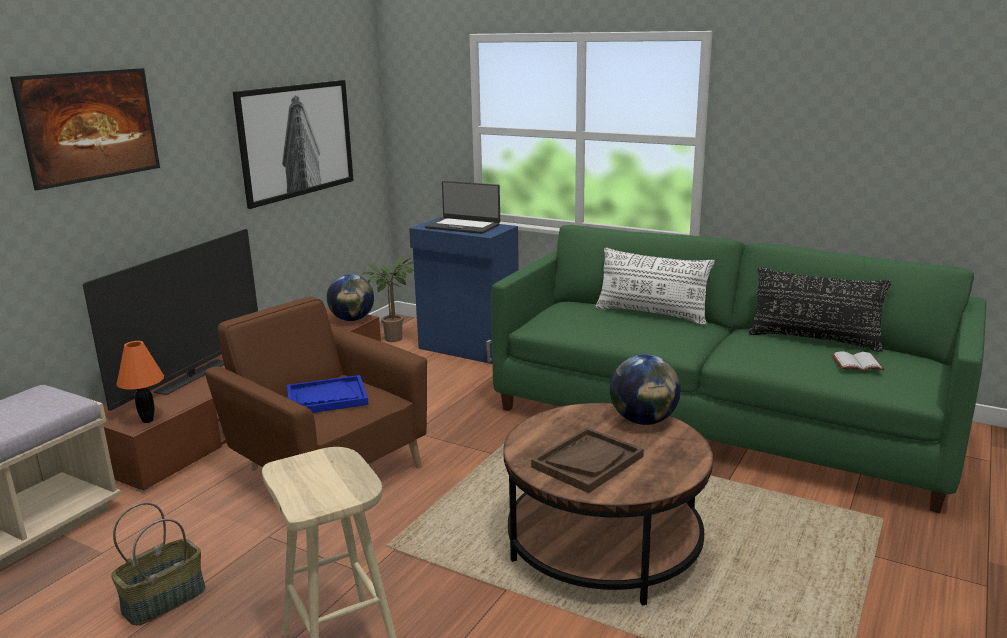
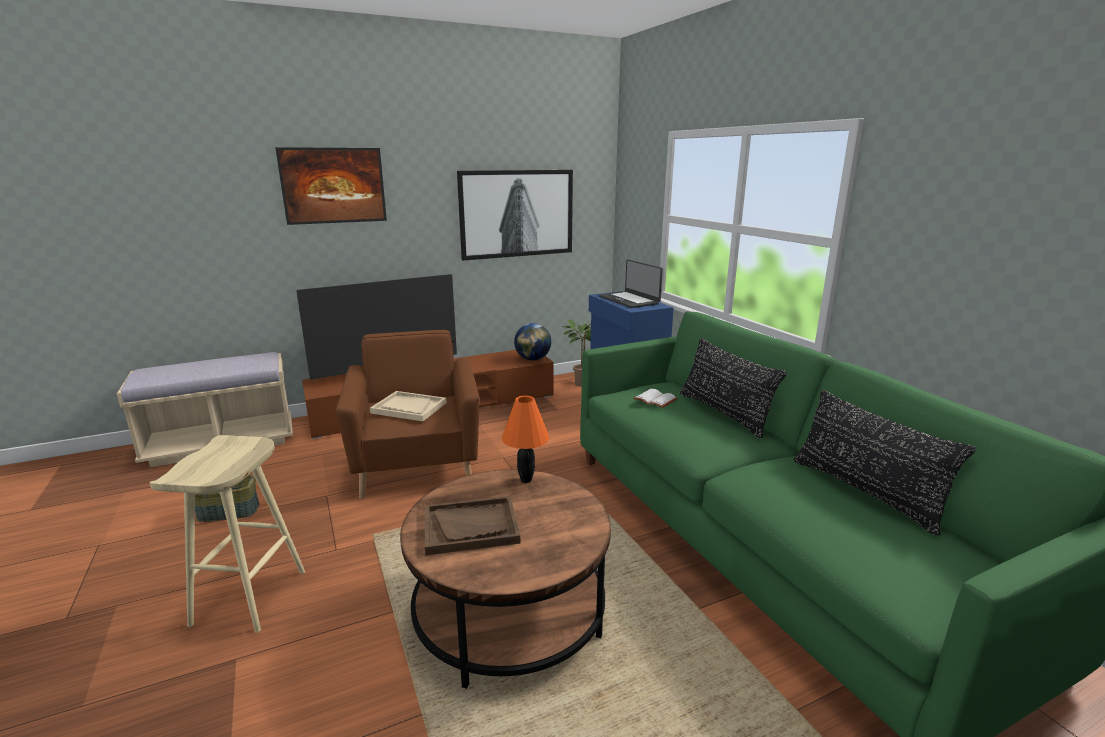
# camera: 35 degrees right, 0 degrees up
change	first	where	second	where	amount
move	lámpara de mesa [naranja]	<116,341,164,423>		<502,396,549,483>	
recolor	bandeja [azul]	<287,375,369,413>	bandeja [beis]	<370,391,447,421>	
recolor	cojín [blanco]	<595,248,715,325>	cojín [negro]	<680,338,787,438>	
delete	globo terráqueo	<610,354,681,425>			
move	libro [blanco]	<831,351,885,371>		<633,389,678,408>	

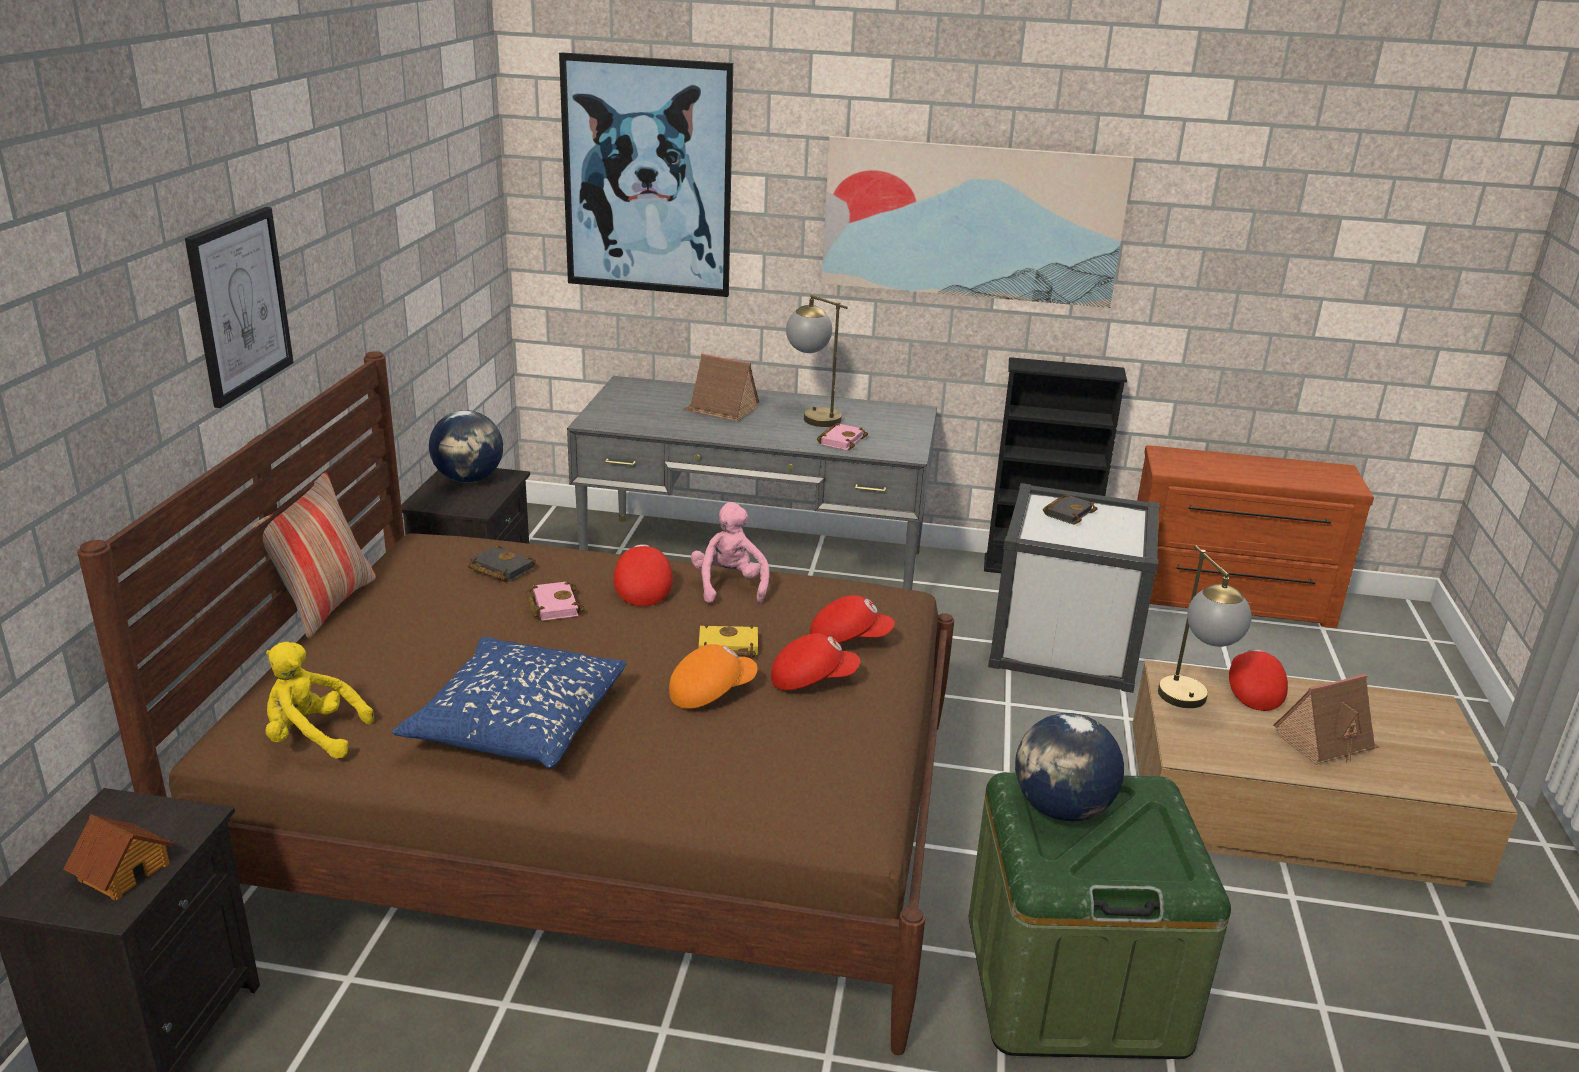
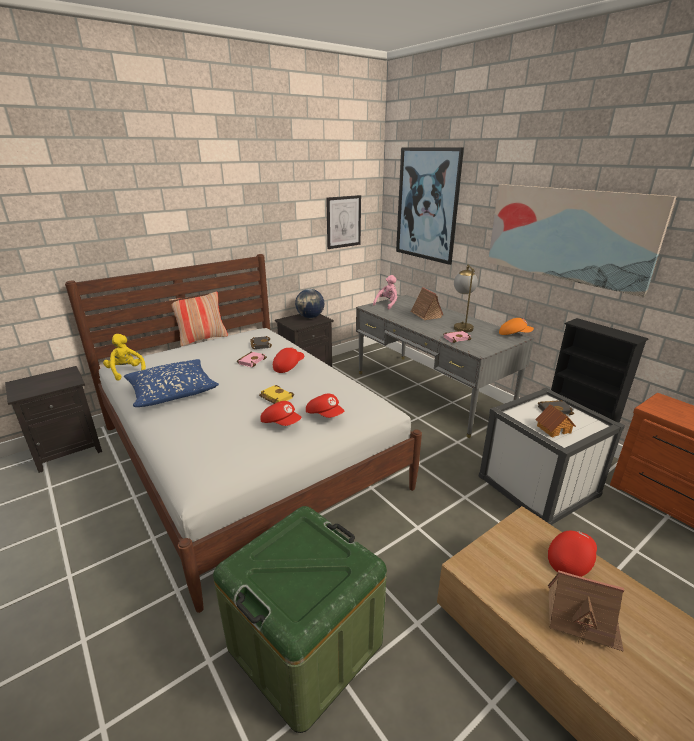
# camera: 45 degrees right, 0 degrees up
change	first	where	second	where	amount
move	casita	<64,814,174,900>		<535,404,576,438>	
recolor	cama [marrón]	<77,351,954,1055>	cama [blanco]	<65,254,422,613>	
move	cuadro	<185,207,294,408>		<326,195,361,249>	
move	gorra [naranja]	<669,644,758,709>		<499,318,534,335>	
move	peluche [rosa]	<691,502,770,603>		<373,275,397,309>	
delete	globo terráqueo	<1015,713,1124,821>			
delete	lámpara de mesa	<1158,545,1252,708>			

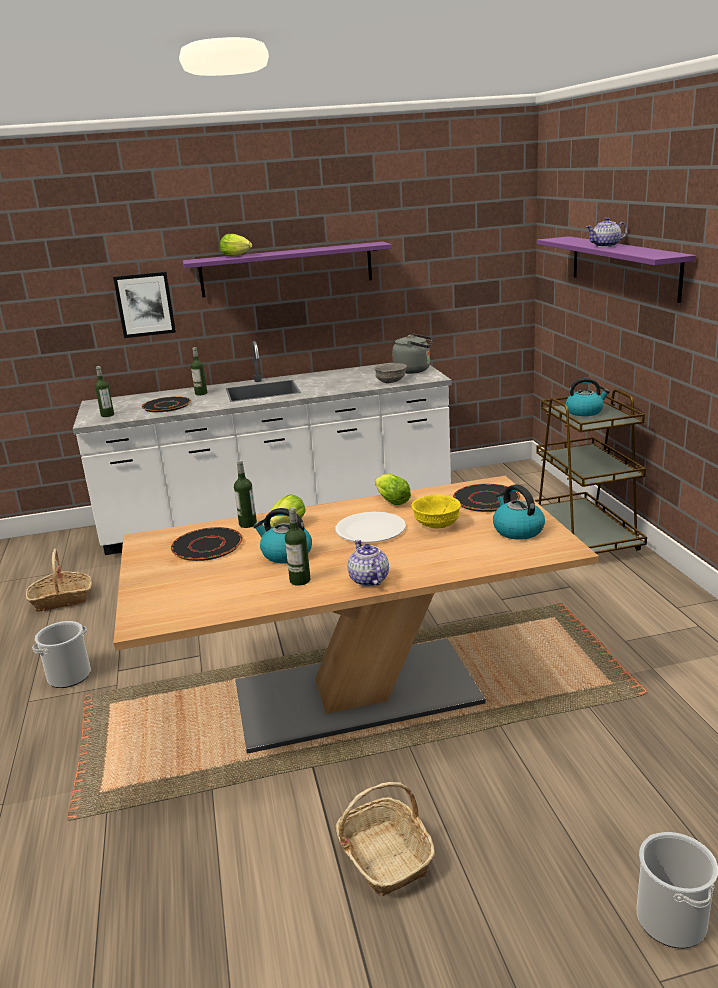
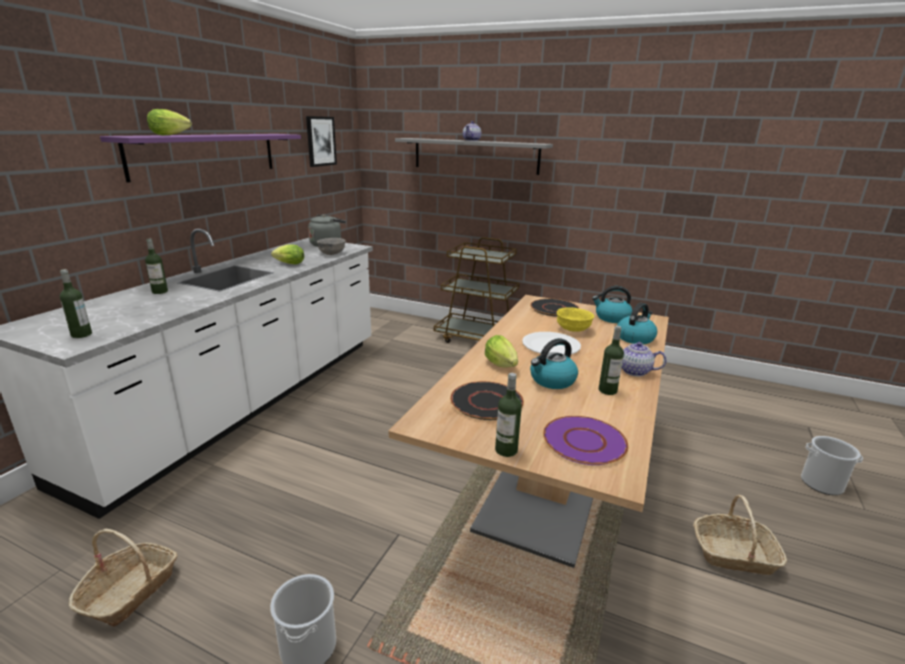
# camera: 55 degrees left, 0 degrees up
change	first	where	second	where	amount
move	cuadro	<113,272,176,338>		<306,116,337,167>	
delete	plato [negro]	<142,396,191,412>			
move	botella	<234,460,257,528>		<495,373,522,457>	
move	lechuga	<375,474,411,505>		<271,244,304,264>	
recolor	estante [morado]	<537,236,696,303>	estante [gris]	<395,138,553,175>	
move	hervidor	<566,378,610,416>		<617,303,657,344>	
insert			plato [morado]	<543,416,628,465>	

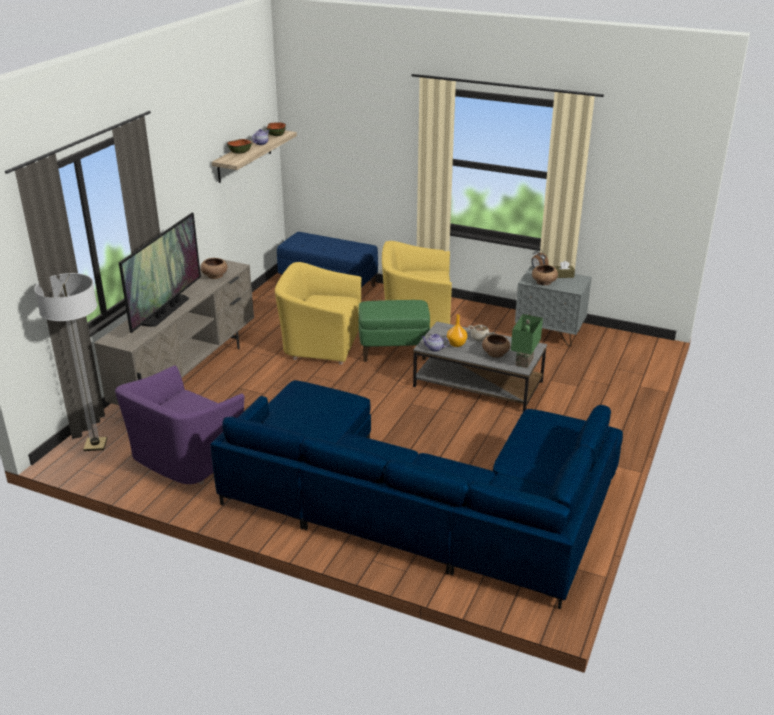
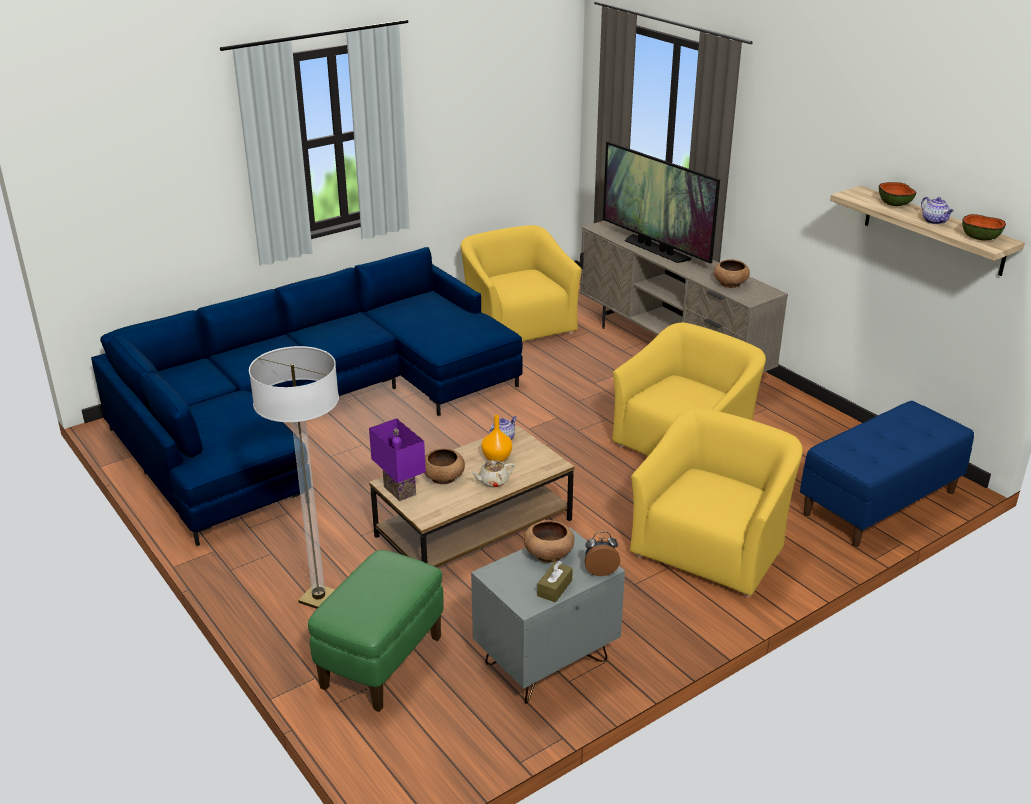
# camera: 120 degrees right, 0 degrees up
change	first	where	second	where	amount
move	lámpara de pie	<34,273,107,451>		<249,346,339,609>	
recolor	sillón [morado]	<115,366,245,484>	sillón [amarillo]	<461,225,582,341>	
move	puf [verde]	<359,300,430,362>		<308,550,444,712>	
recolor	mesa de centro [gris]	<413,322,547,412>	mesa de centro [marrón]	<369,425,575,567>	
recolor	lámpara de mesa [verde]	<511,314,543,368>	lámpara de mesa [morado]	<369,418,426,501>	

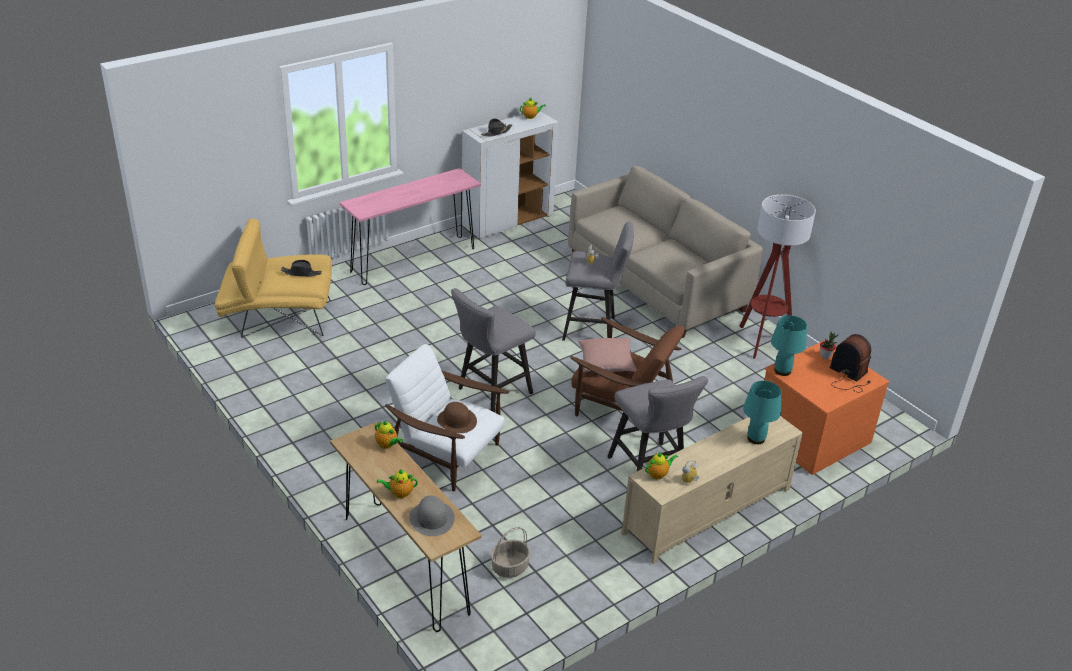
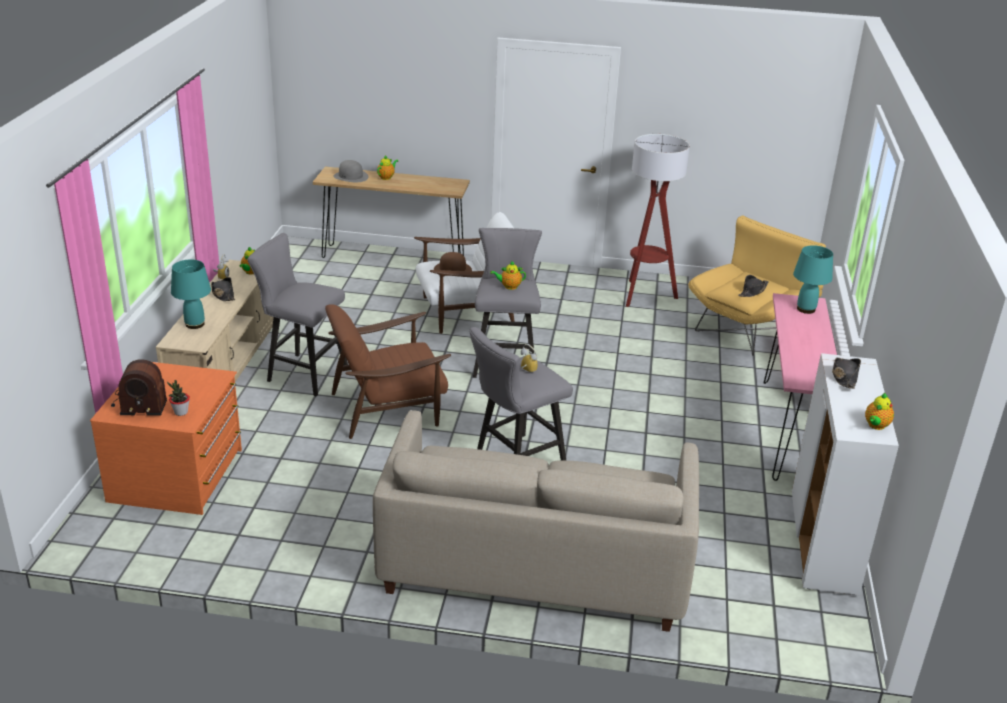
# camera: 135 degrees right, 5 degrees down
change	first	where	second	where	amount
move	tetera	<375,421,403,449>		<490,261,526,290>	
delete	cesta	<491,527,531,578>			
delete	cojín [rosa]	<578,338,637,372>			
move	lámpara de pie	<739,194,816,359>		<626,134,690,307>	
move	lámpara de mesa [turquesa]	<771,315,807,376>		<793,245,833,314>	
insert			sombrero [negro]	<211,277,235,301>	

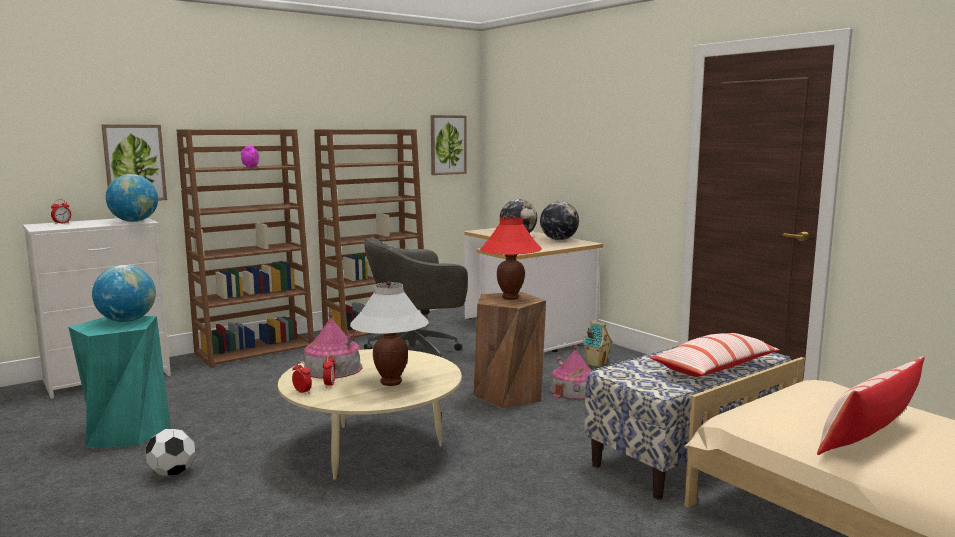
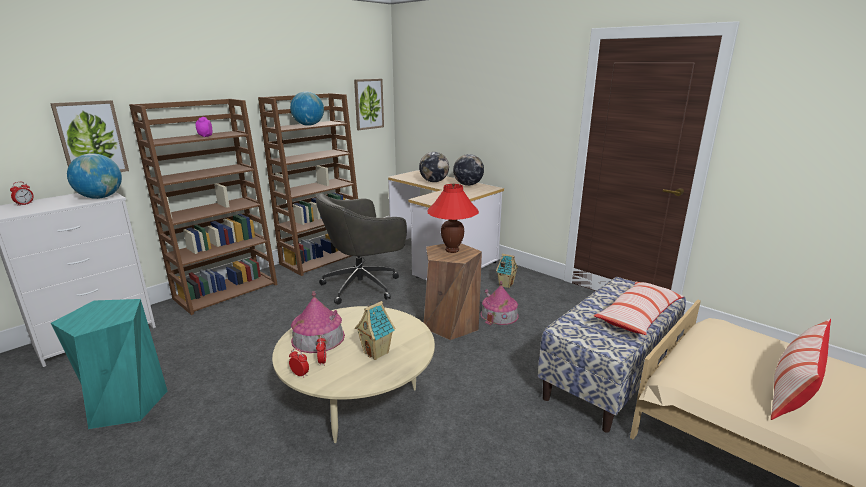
# camera: 10 degrees left, 10 degrees up
change	first	where	second	where	amount
move	globo terráqueo	<92,265,156,322>		<290,92,324,126>	
delete	balón de fútbol	<146,429,196,476>			
replace	lámpara de mesa [blanco]	<350,281,429,386>	casita	<355,301,395,360>	

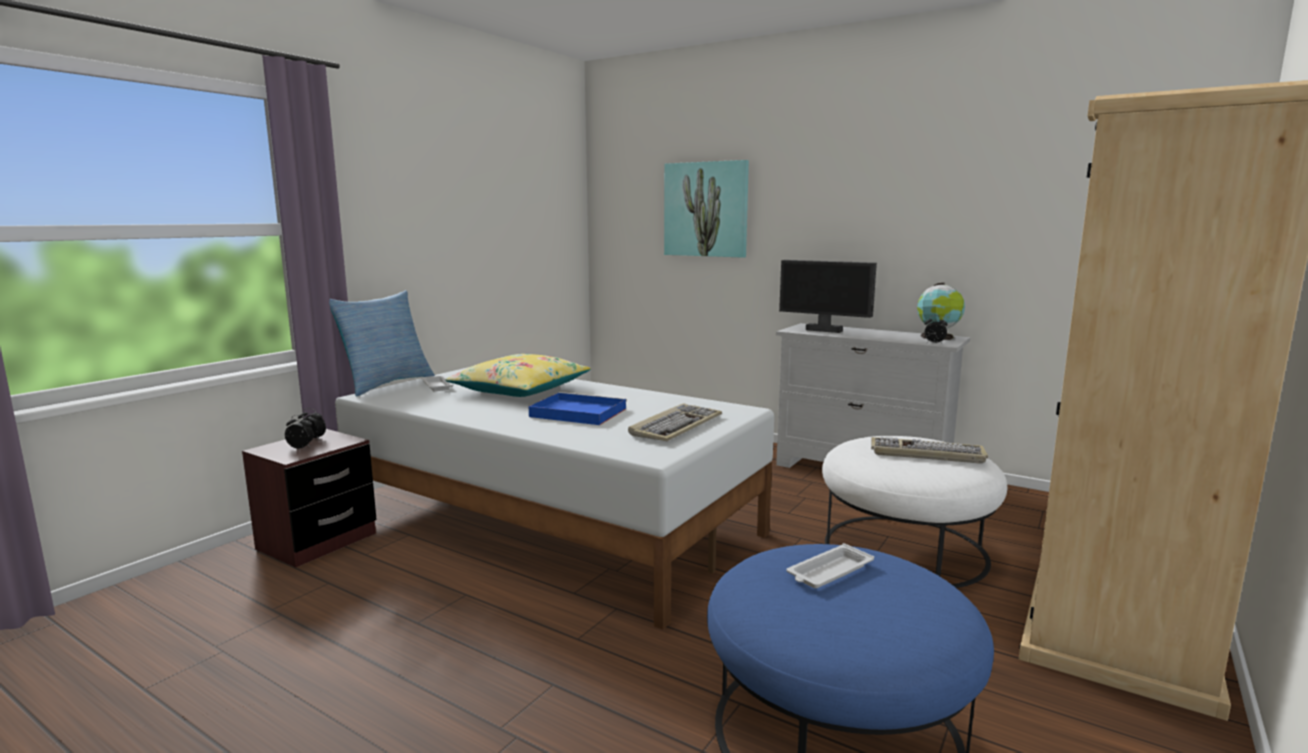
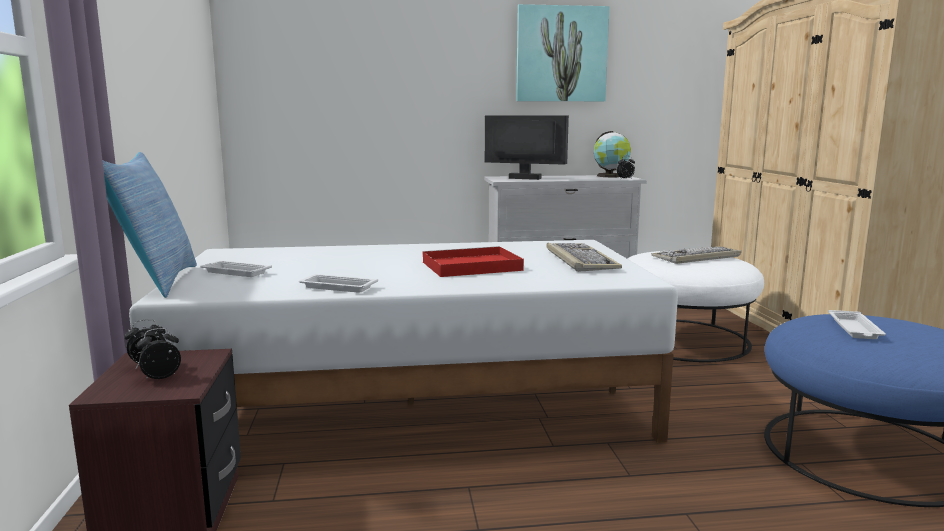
# camera: 40 degrees left, 0 degrees up
change	first	where	second	where	amount
delete	cojín [amarillo]	<445,354,591,397>			
recolor	bandeja [azul]	<529,392,627,425>	bandeja [rojo]	<422,246,524,277>	
move	cuadro	<664,160,749,258>		<516,4,610,101>	
rotate	monitor	<779,260,877,333>		<485,115,569,180>	150 degrees counterclockwise
insert			bandeja [blanco]	<299,274,378,293>	

